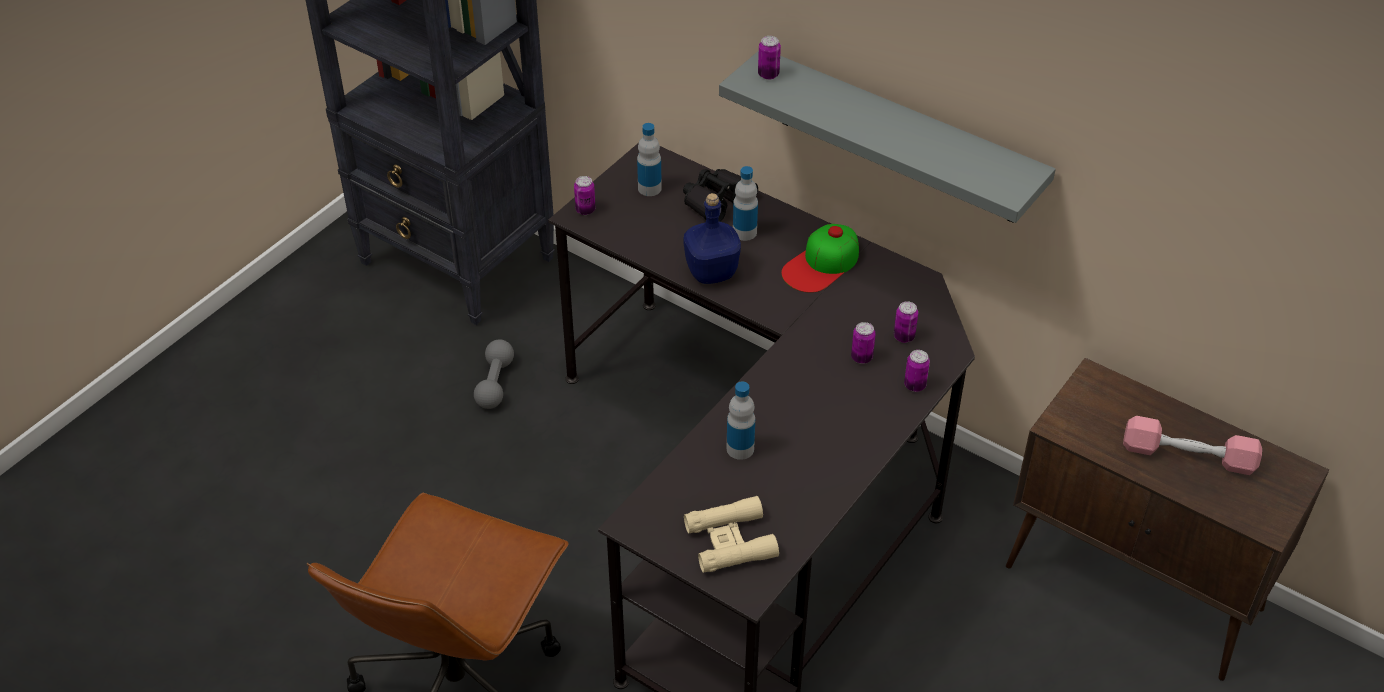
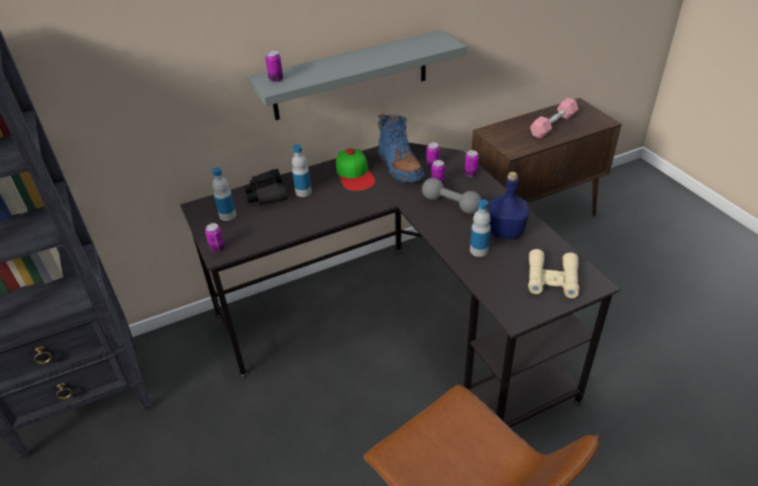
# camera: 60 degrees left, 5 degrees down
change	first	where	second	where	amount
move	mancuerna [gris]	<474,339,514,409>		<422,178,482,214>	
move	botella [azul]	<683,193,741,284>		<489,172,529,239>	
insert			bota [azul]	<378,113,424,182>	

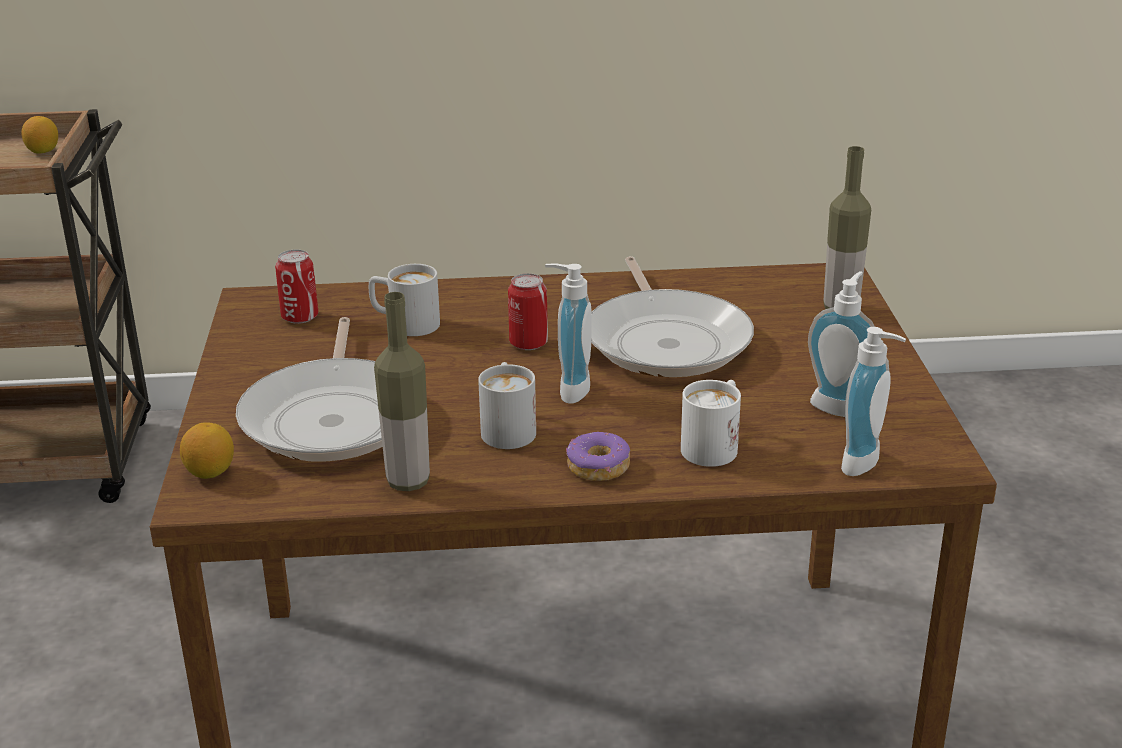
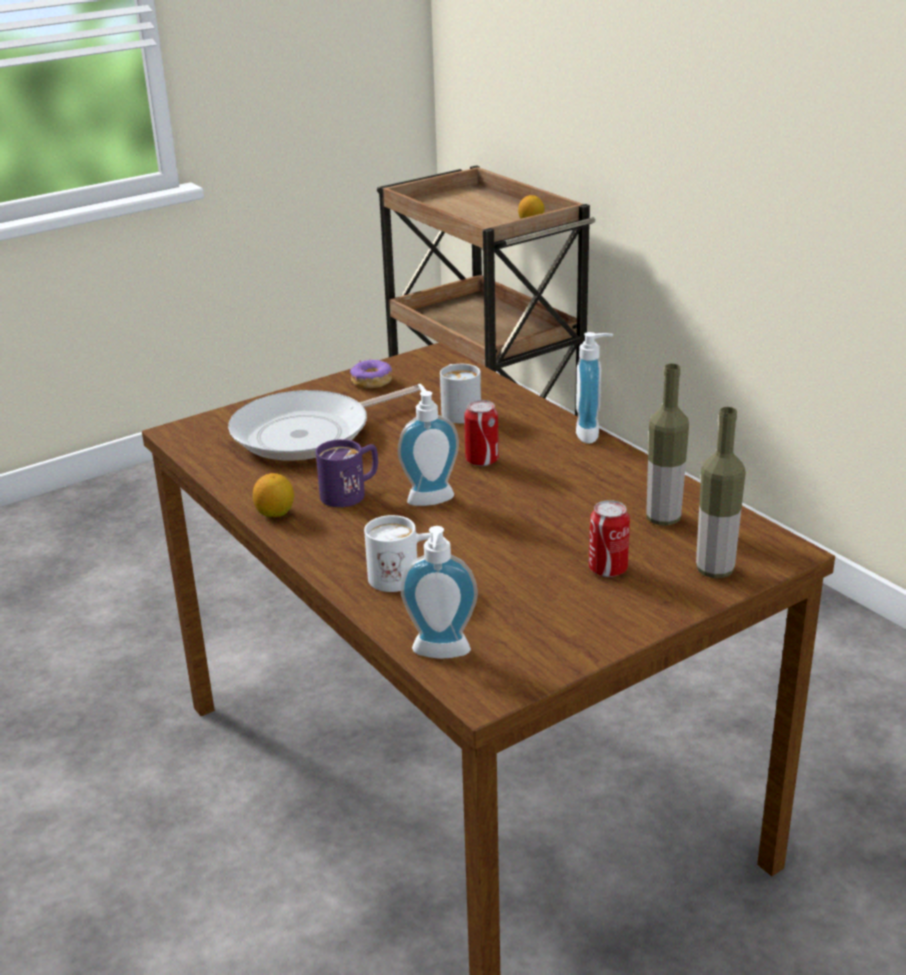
# camera: 60 degrees right, 0 degrees up
change	first	where	second	where	amount
move	limón	<180,422,234,479>		<253,473,294,517>	
move	lata	<275,250,318,324>		<589,500,630,577>	
move	botella	<374,292,430,491>		<646,364,689,526>	
recolor	taza grande [blanco]	<478,362,536,449>	taza grande [morado]	<316,439,378,507>	
move	rosquilla	<566,432,630,481>		<350,359,392,388>	
delete	sartén	<591,256,754,377>			
move	dispensador de jabón	<808,271,875,417>		<576,332,613,444>	

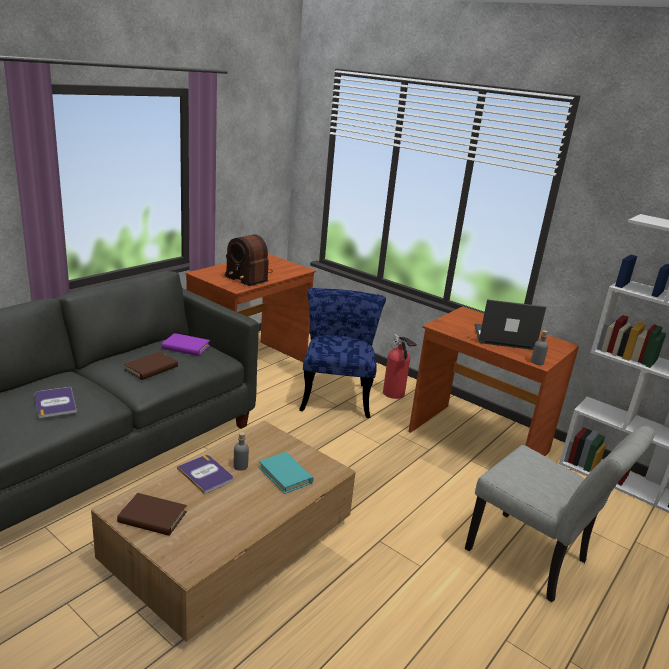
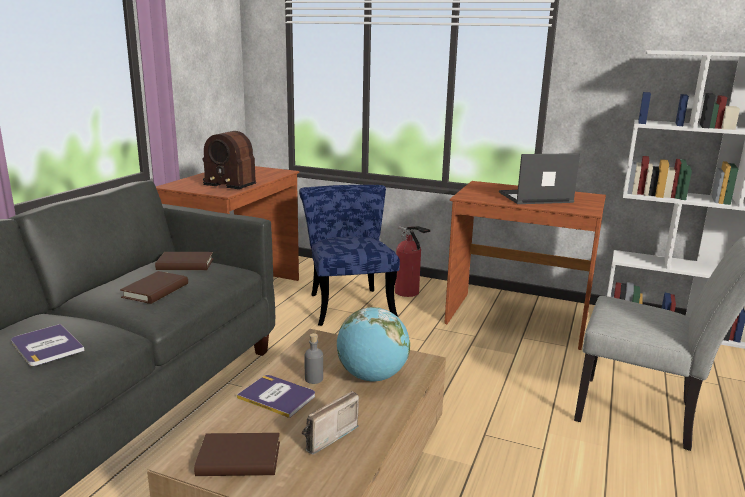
# camera: 15 degrees left, 5 degrees down
change	first	where	second	where	amount
recolor	libro [morado]	<161,333,210,356>	libro [marrón]	<155,252,213,270>	
replace	libro [turquesa]	<259,452,314,494>	globo terráqueo	<337,307,410,381>	
delete	botella [gris]	<531,330,548,365>			
insert			radio	<302,391,359,454>	

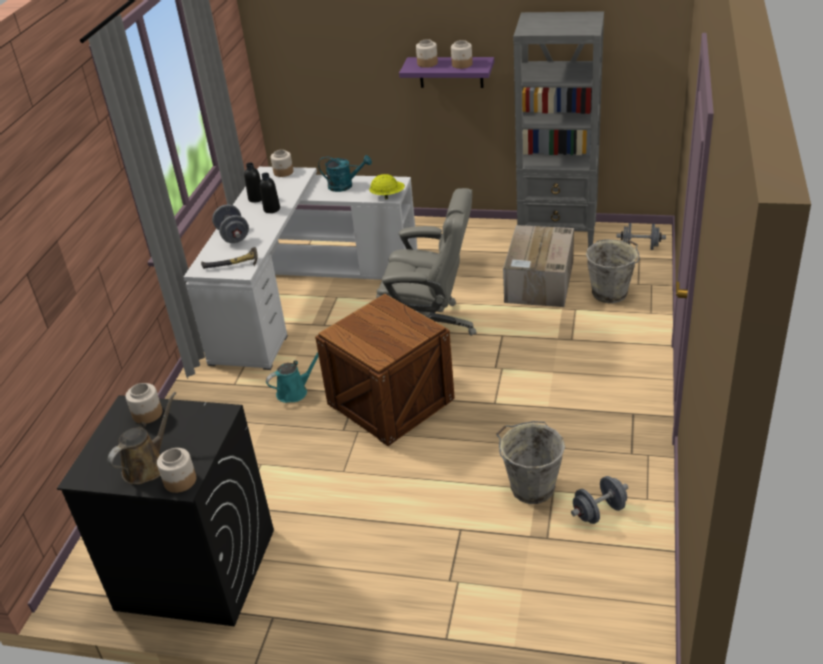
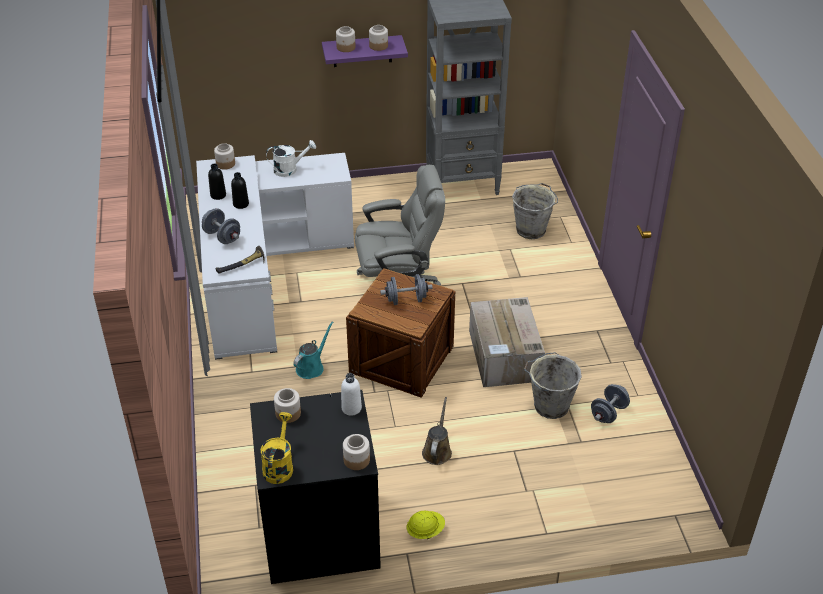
# camera: 25 degrees left, 5 degrees up
change	first	where	second	where	amount
move	regadera [marrón]	<108,392,176,485>		<422,397,452,465>	
recolor	regadera [turquesa]	<318,155,372,192>	regadera [blanco]	<266,140,316,177>	
move	casco [amarillo]	<369,174,405,199>		<407,511,445,539>	
move	caja de cartón	<503,225,574,307>		<469,297,545,387>	
move	mancuerna [gris]	<616,223,666,250>		<380,274,433,305>	
insert			regadera [amarillo]	<260,412,293,484>	
insert			botella [blanco]	<341,373,362,415>	

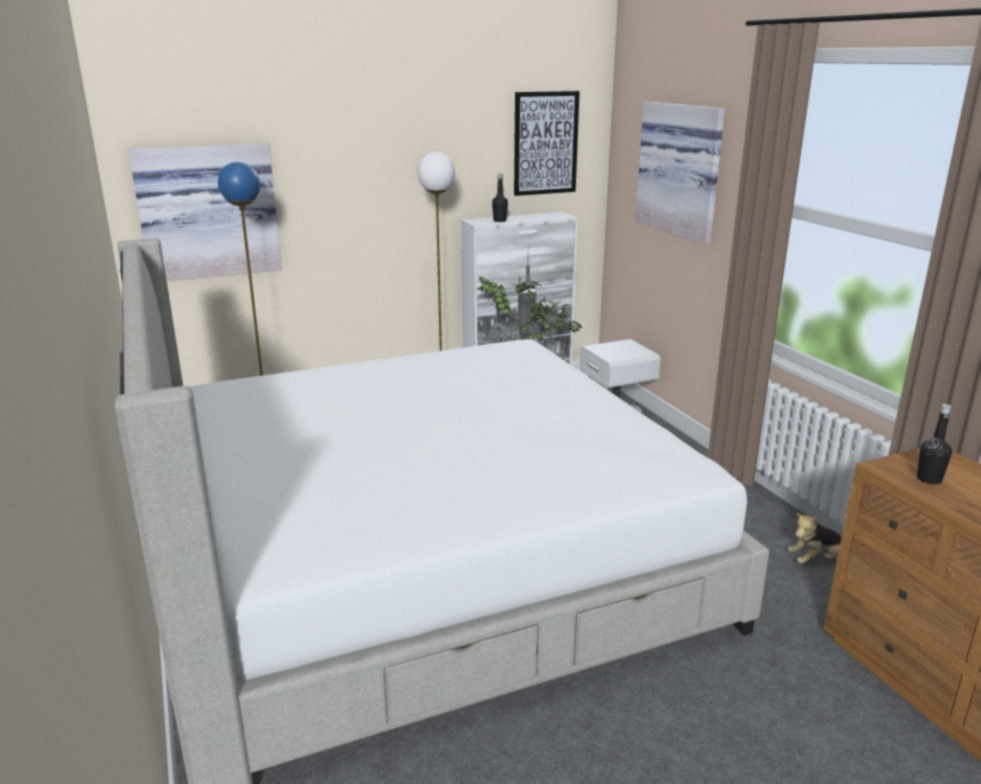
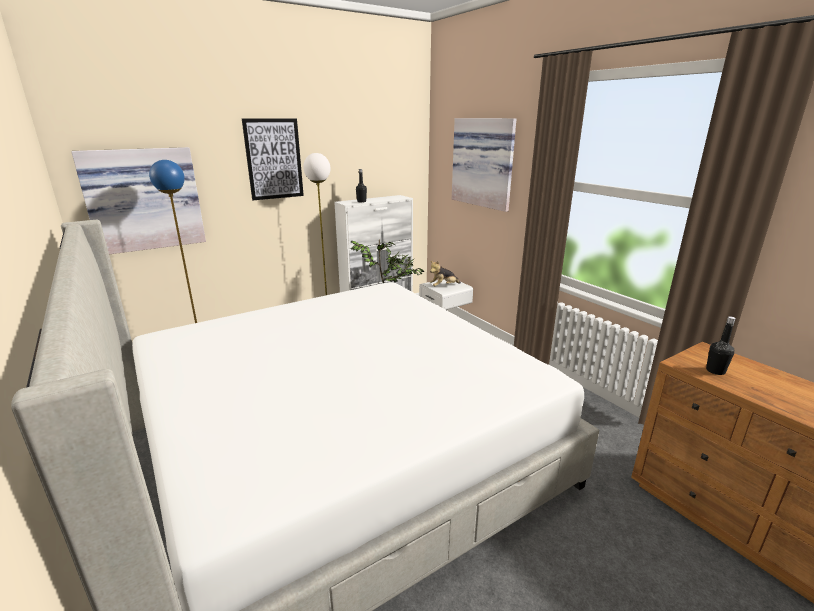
# camera: 10 degrees left, 0 degrees up
change	first	where	second	where	amount
move	cuadro	<514,91,580,196>		<242,119,304,200>	
move	peluche	<788,513,841,564>		<430,261,461,286>	

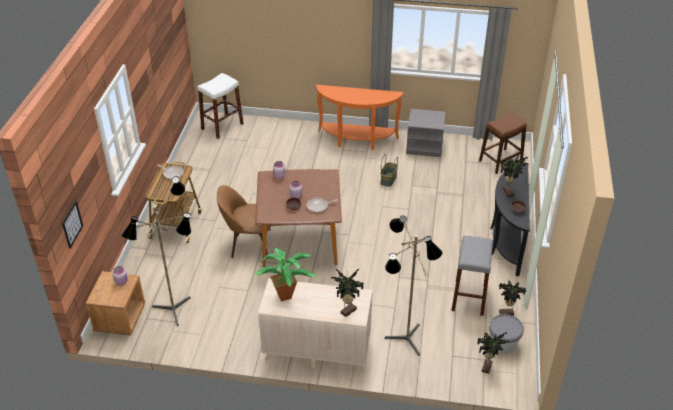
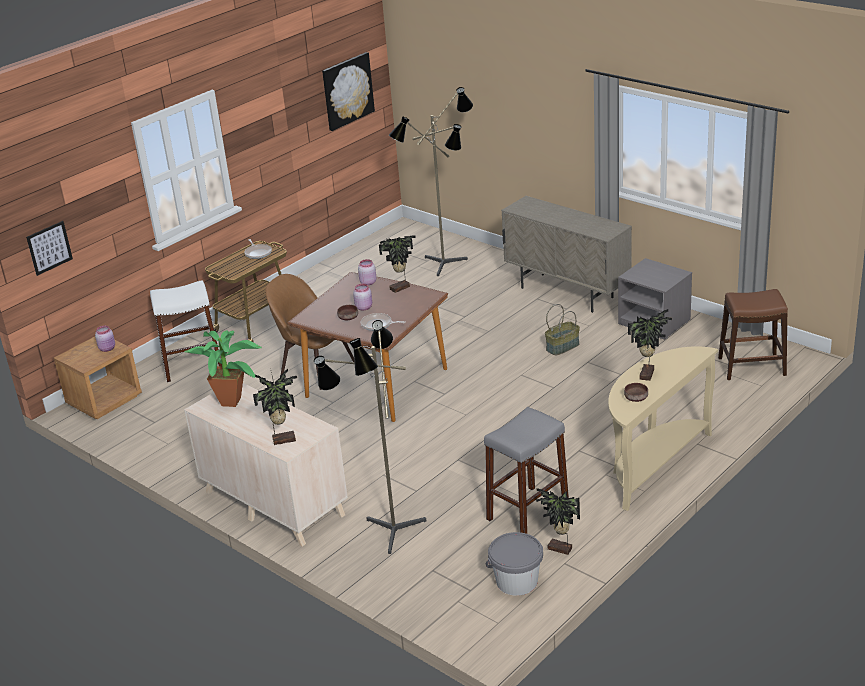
# camera: 35 degrees right, 10 degrees down
change	first	where	second	where	amount
move	lámpara de pie	<121,176,191,326>		<389,87,473,276>	
move	taburete [blanco]	<197,73,244,139>		<150,280,222,382>	
replace	mesa consola [naranja]	<316,85,404,150>	armario [beis]	<501,196,632,313>	
move	planta en maceta	<477,332,509,374>		<379,236,416,293>	
recolor	mesa consola [negro]	<490,164,530,276>	mesa consola [beis]	<608,346,718,511>	
insert			cuadro	<322,52,375,131>	

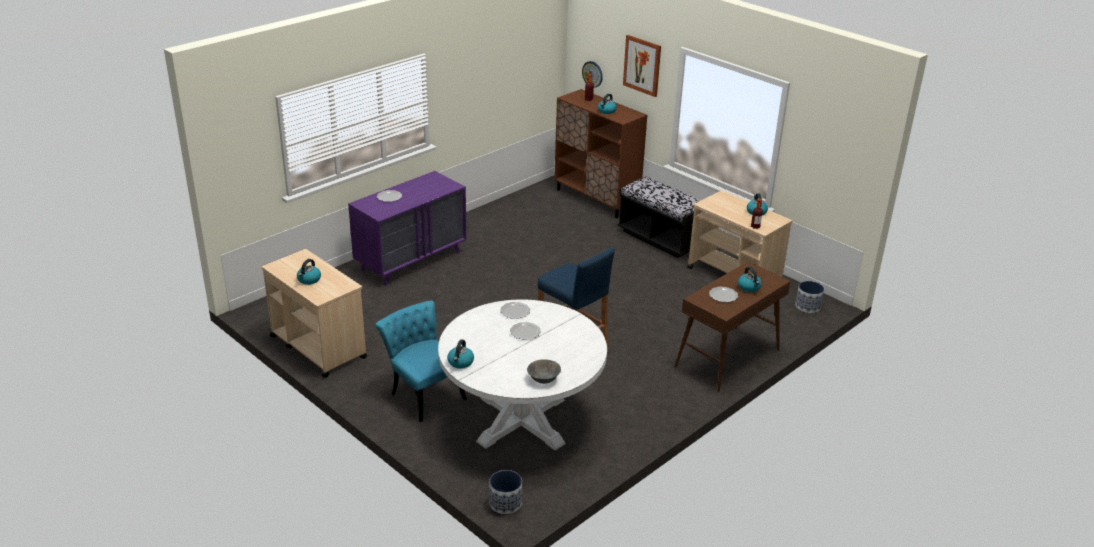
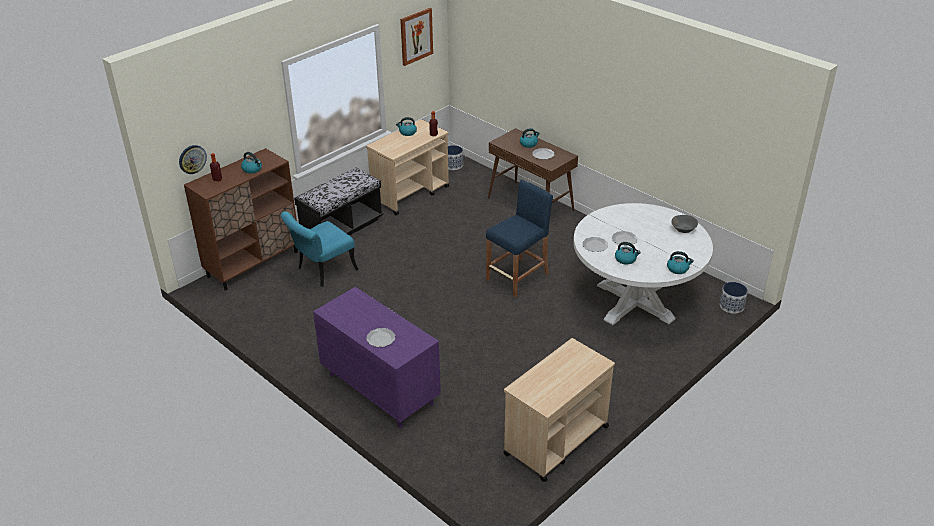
# camera: 90 degrees left, 5 degrees up
change	first	where	second	where	amount
move	hervidor	<297,259,321,285>		<615,242,641,265>	
move	silla [turquesa]	<375,301,467,422>		<281,211,359,287>	
move	cuadro	<623,35,661,97>		<400,8,433,66>	

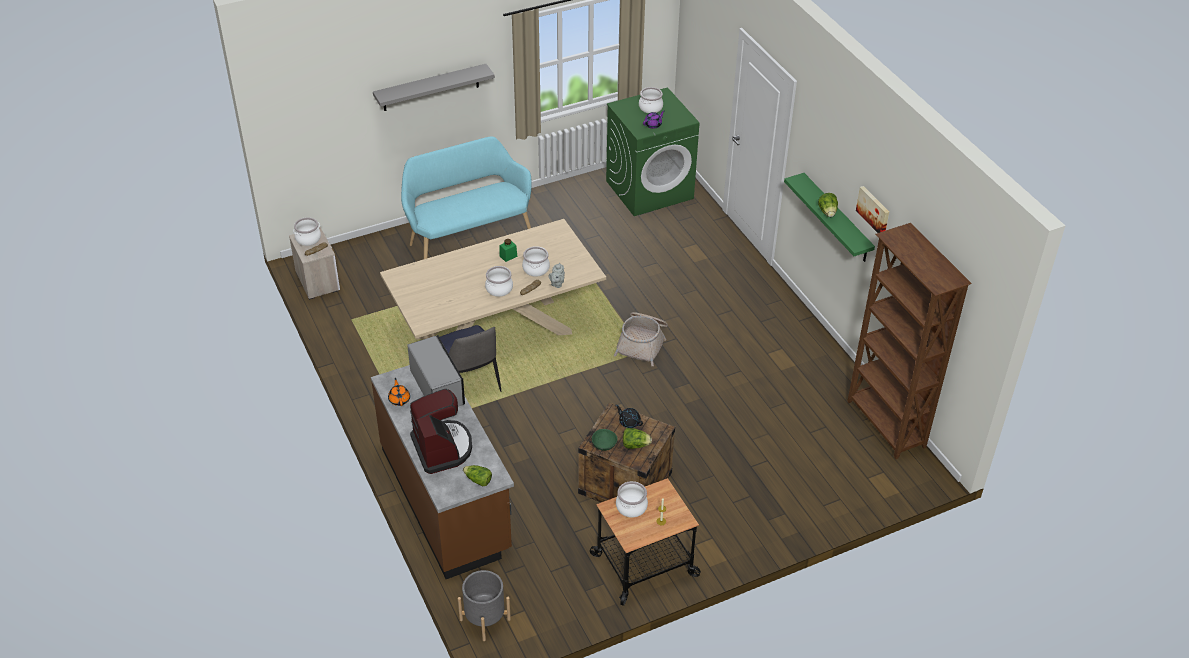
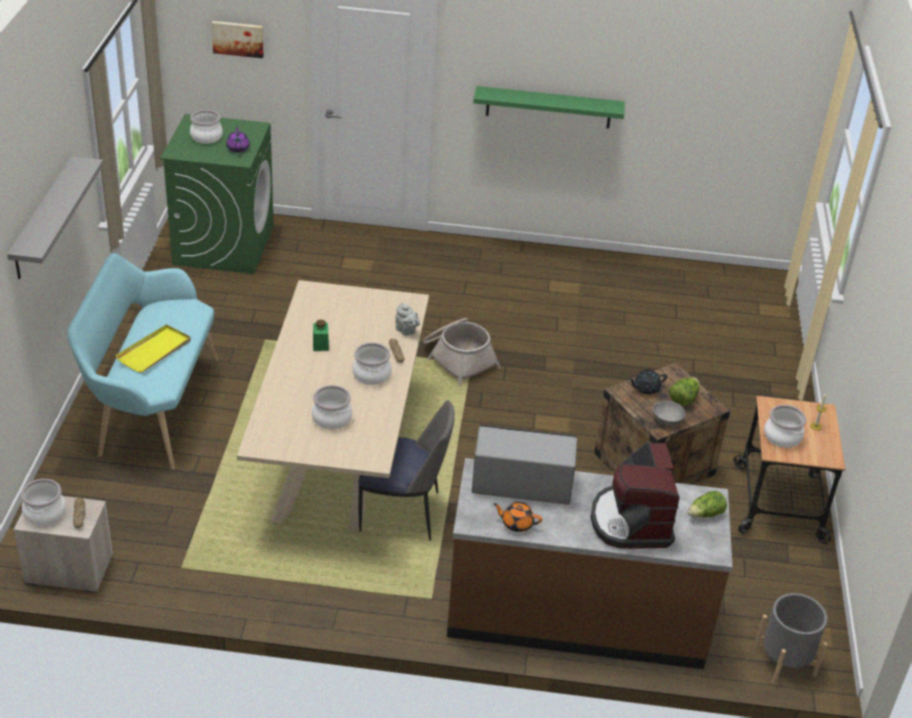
# camera: 60 degrees left, 5 degrees down
change	first	where	second	where	amount
rotate	cafetera	<410,389,472,474>		<591,442,680,549>	105 degrees counterclockwise
move	olla	<522,246,550,277>		<312,385,352,430>	
recolor	cuenco [verde]	<592,429,618,451>	cuenco [gris]	<653,401,685,426>	
delete	lechuga	<818,193,838,217>			
delete	estantería [marrón]	<847,223,972,459>			
move	cuadro	<856,186,889,233>		<212,21,264,58>	
insert			bandeja [amarillo]	<115,324,191,372>	

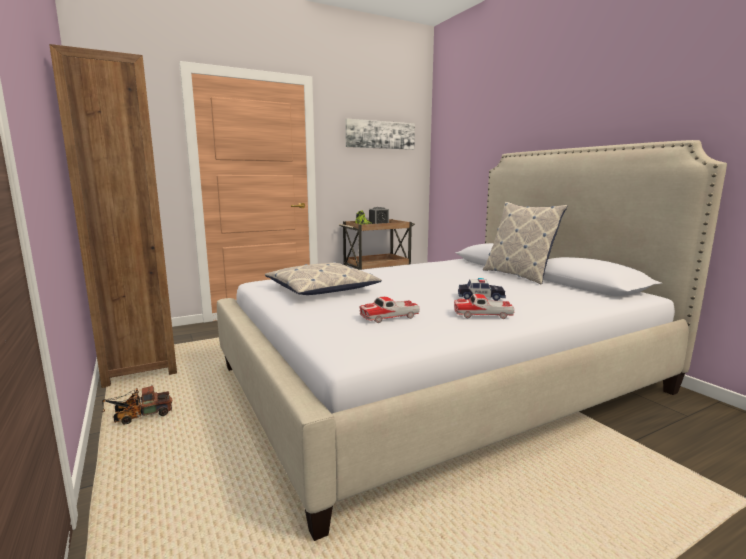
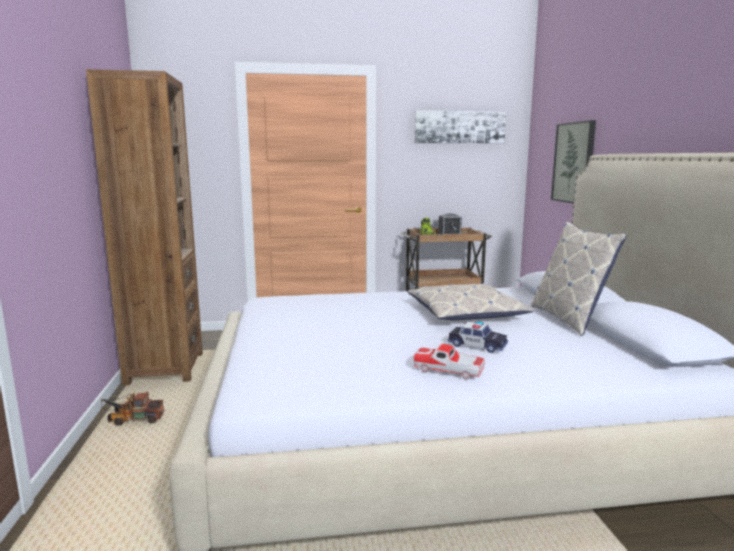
# camera: 20 degrees right, 0 degrees up
change	first	where	second	where	amount
move	cojín	<265,262,382,295>		<408,283,533,320>	
delete	coche de juguete	<359,297,420,323>			
insert			cuadro	<551,120,596,204>	

